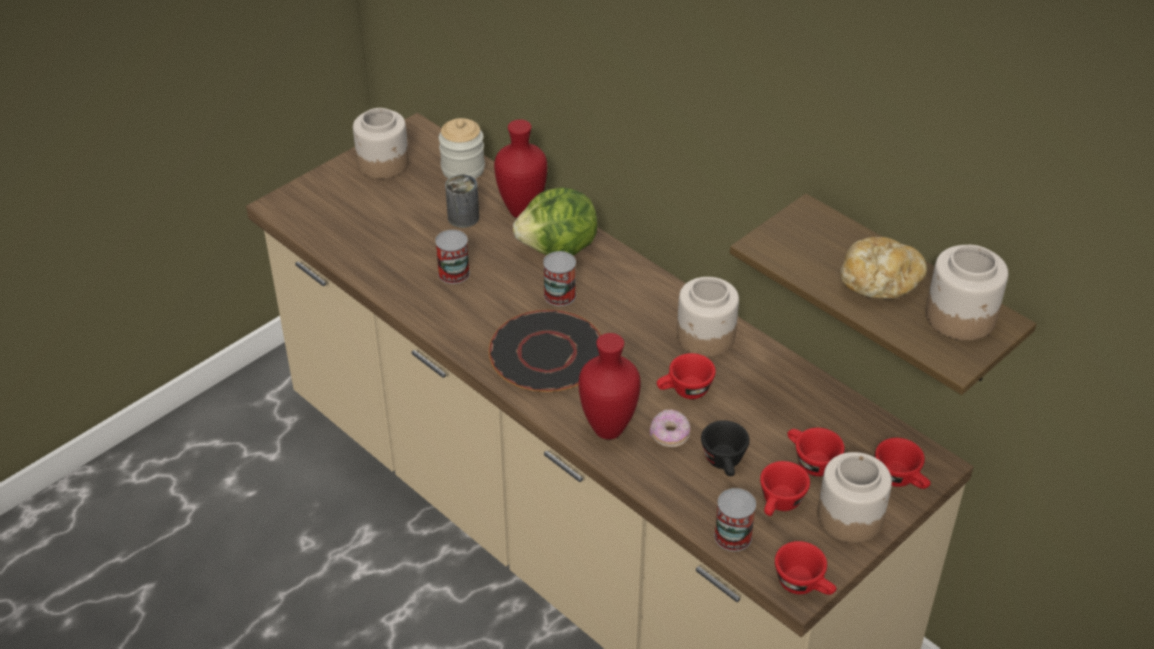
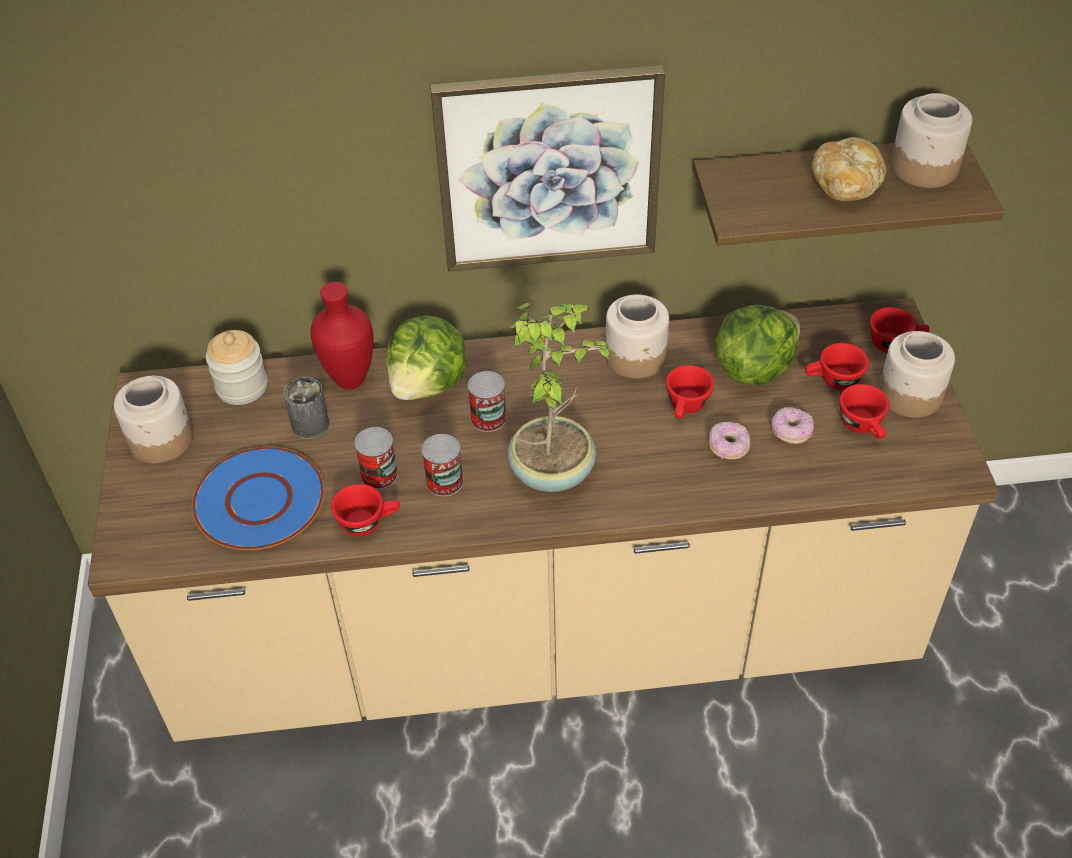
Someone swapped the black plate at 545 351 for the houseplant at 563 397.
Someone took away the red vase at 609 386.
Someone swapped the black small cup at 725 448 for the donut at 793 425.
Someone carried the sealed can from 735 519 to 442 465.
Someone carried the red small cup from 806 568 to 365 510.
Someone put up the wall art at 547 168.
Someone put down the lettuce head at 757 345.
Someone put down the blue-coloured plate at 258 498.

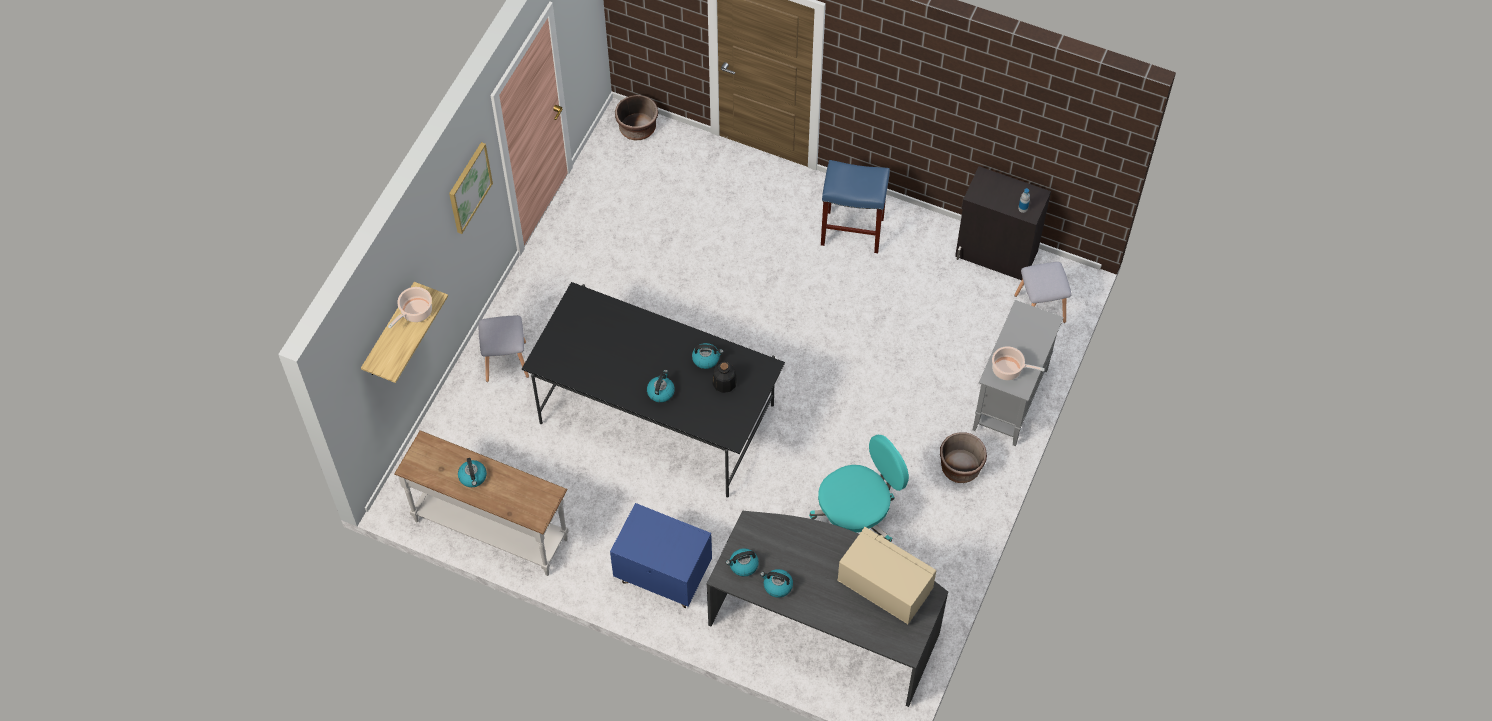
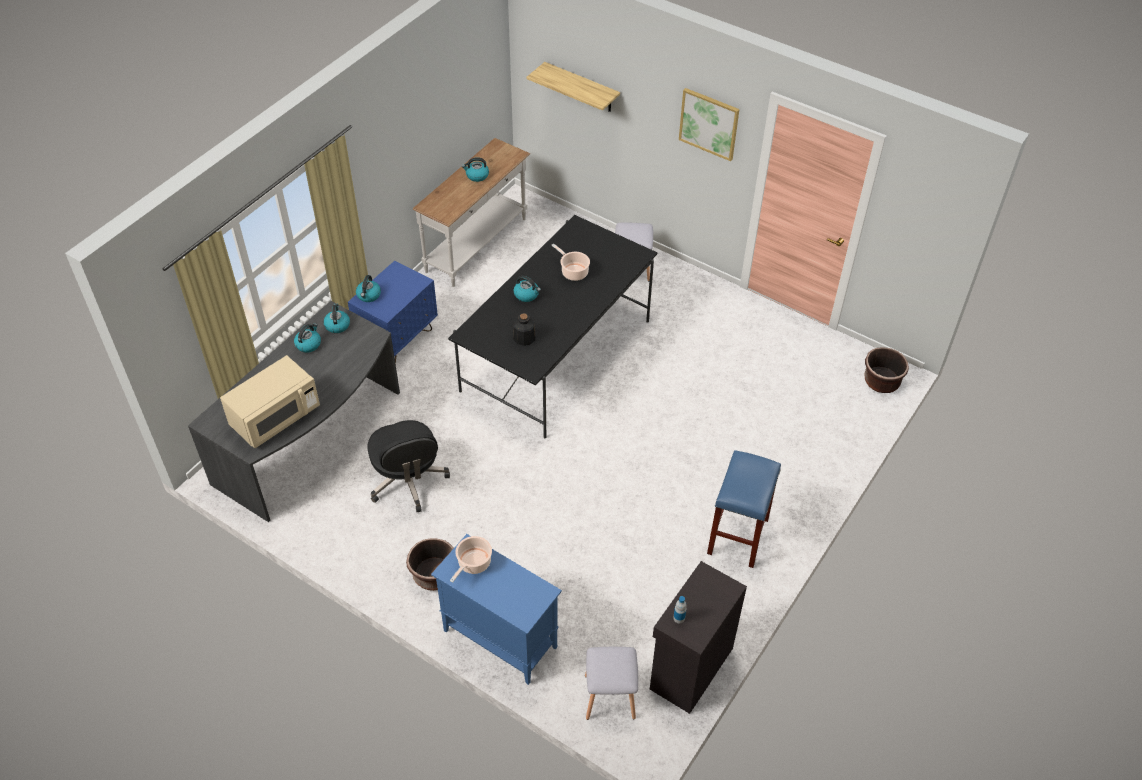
Someone carried the stockpot from 410 308 to 570 262.
Someone repainted the greyish cupboard at 1018 373, which became the blue-coloured cupboard at 496 609.
Someone carried the tea kettle from 708 356 to 368 288.
Someone repainted the blue-green desk chair at 859 488, which became the black desk chair at 409 466.

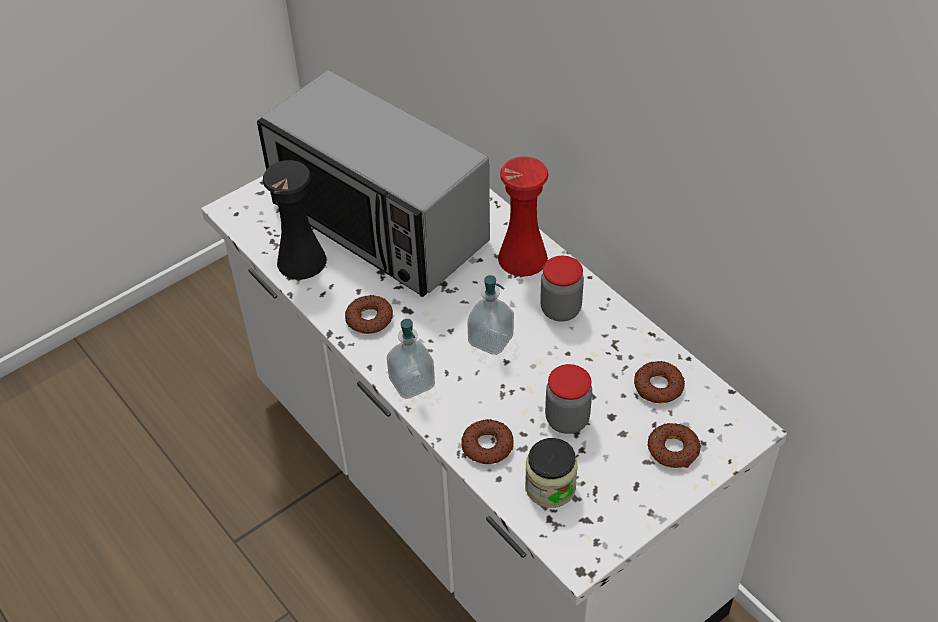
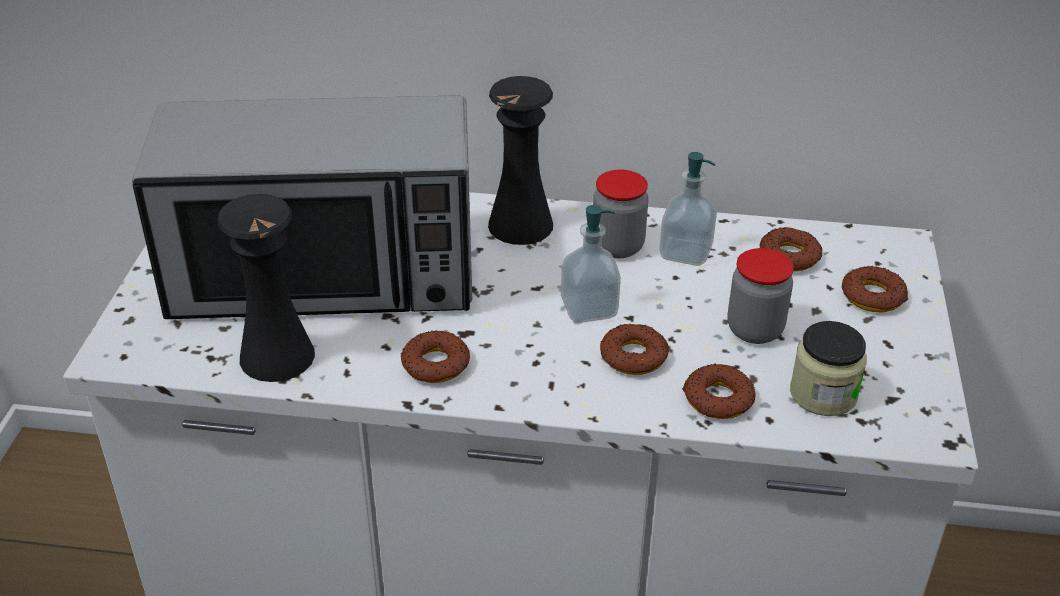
Someone repainted the red vase at 523 217, which became the black vase at 520 160.
Someone carried the soap bottle from 411 359 to 688 209.
Someone put down the donut at 634 349.

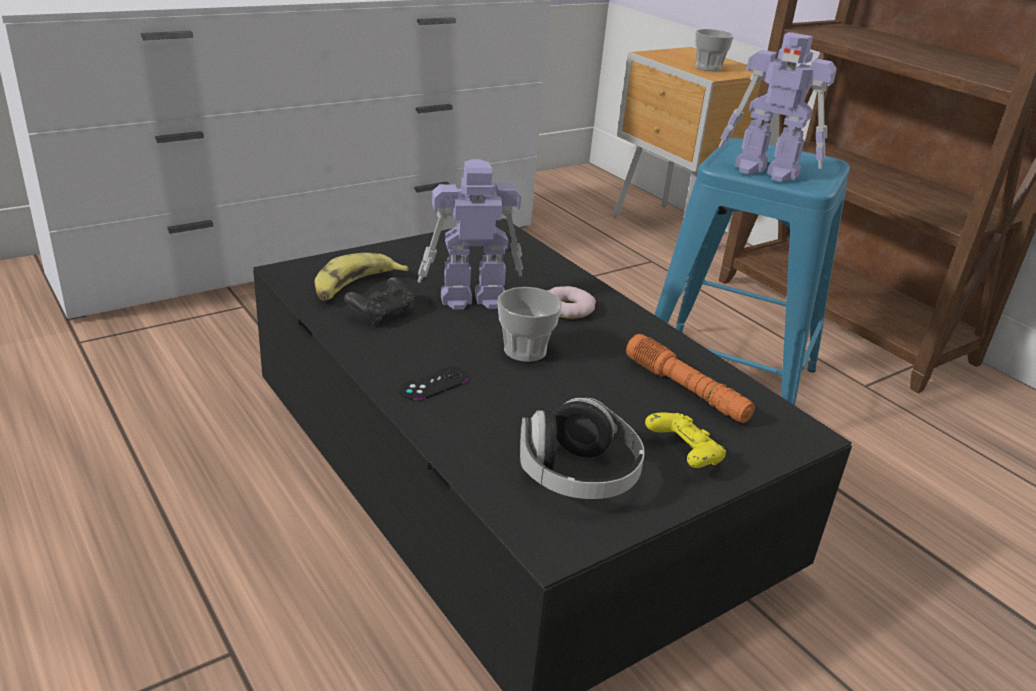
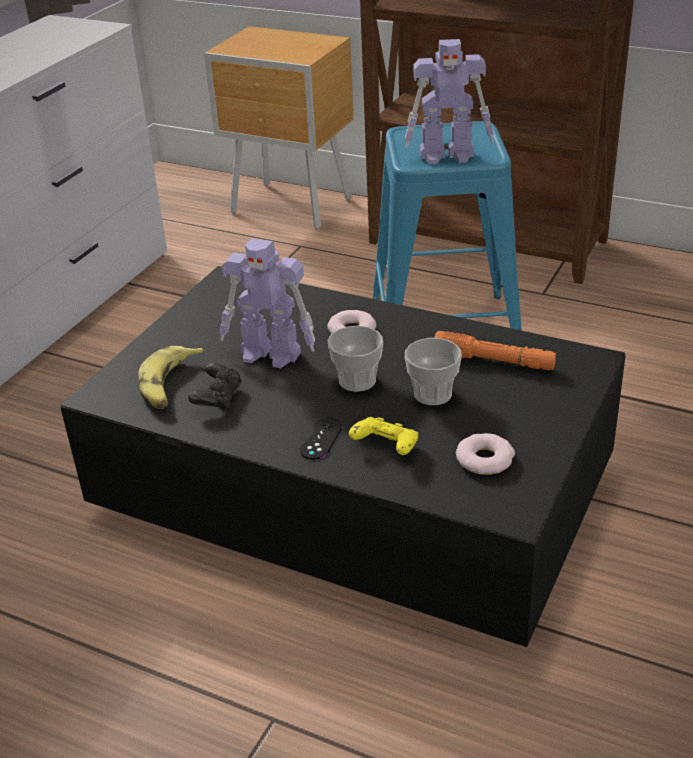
Someone carried the small cup from 714 50 to 433 371.
Someone rotated the robot figure at 470 234 by 120 degrees counterclockwise.
Someone swapped the pair of headphones at 582 448 for the donut at 485 454.
Someone carried the yellowish game controller from 685 440 to 383 436.

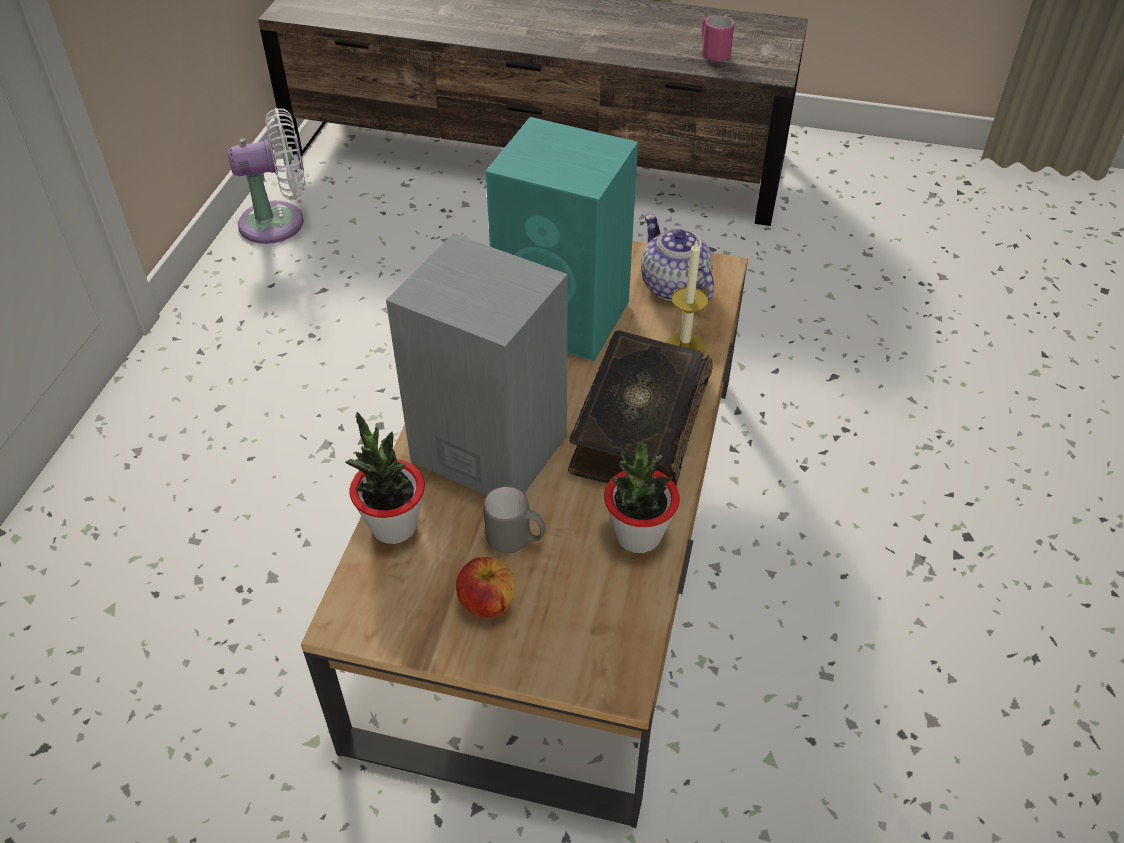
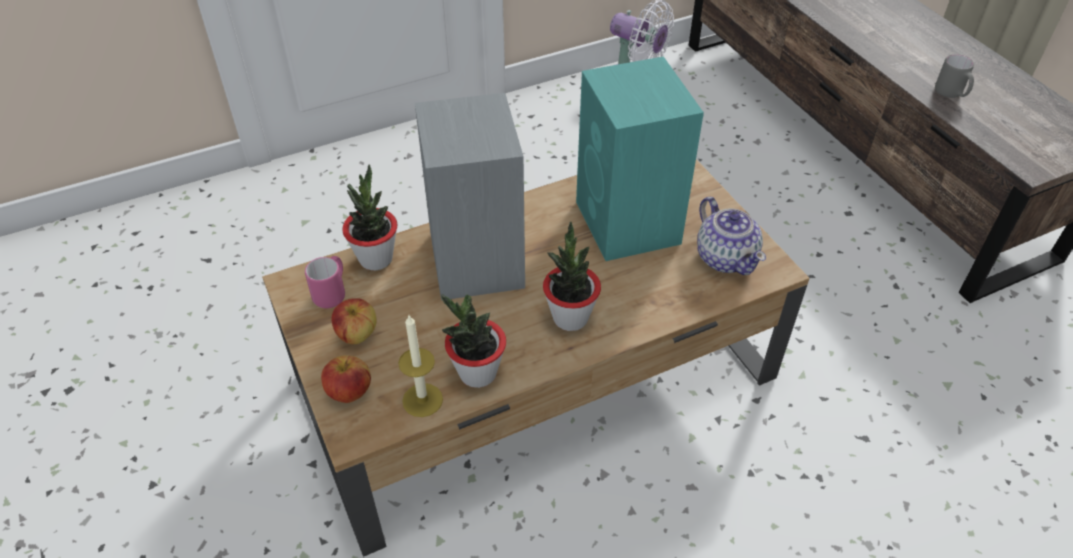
Someone carried the pink-coloured coffee mug from 718 38 to 325 282.
Someone rotated the tea pot at 677 257 by 135 degrees clockwise.
Someone carried the wax light from 686 296 to 420 366.
Someone swapped the volume at 640 408 for the houseplant at 572 276.
Someone carried the greyish coffee mug from 514 519 to 954 76.
Someone put down the apple at 346 379.

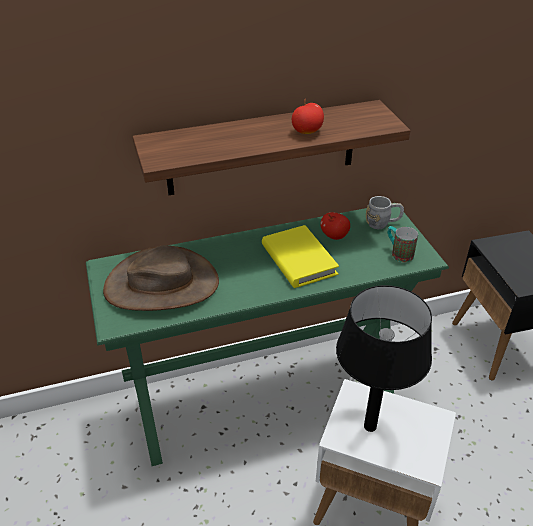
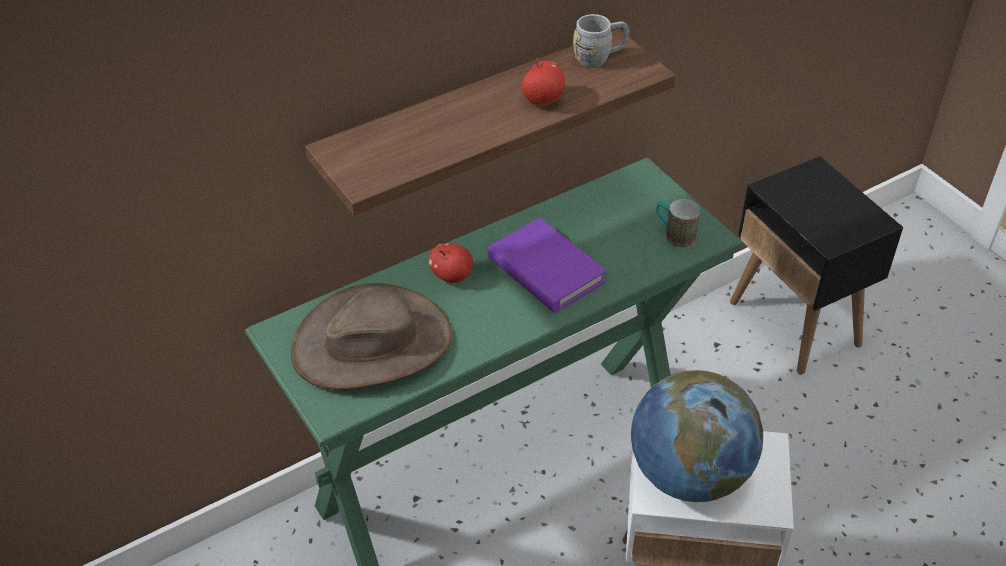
Someone carried the greyish coffee mug from 385 212 to 601 40.
Someone carried the apple from 335 226 to 451 263.
Someone repainted the yellowish volume at 300 256, which became the purplish volume at 547 265.
Someone swapped the black table lamp at 384 358 for the globe at 697 436.

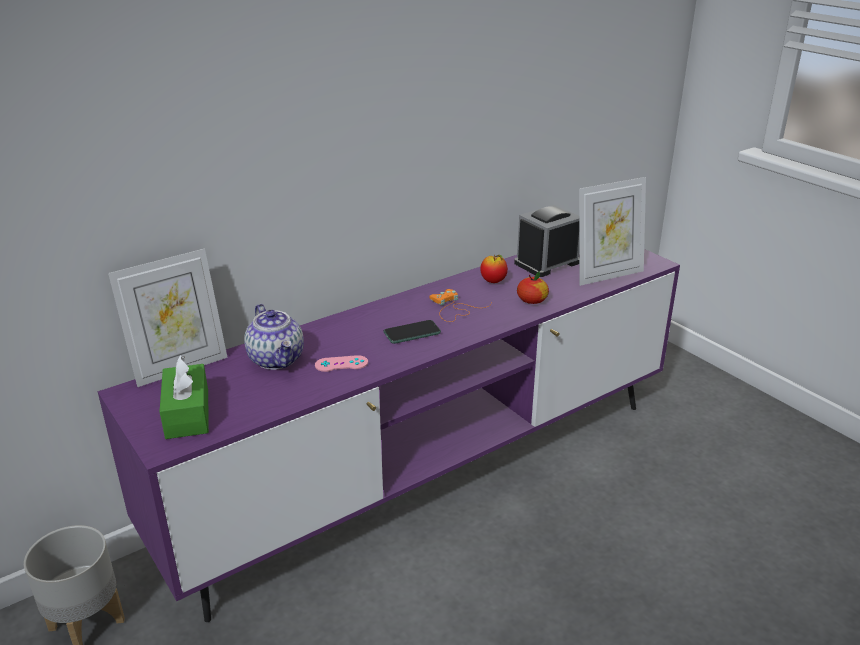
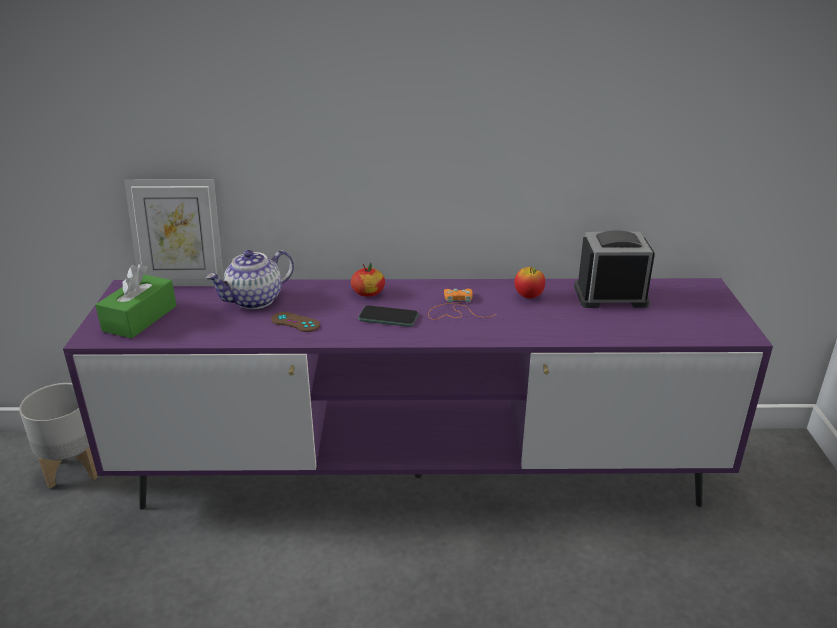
Someone took away the picture frame at 612 231.
Someone carried the apple from 533 287 to 368 280.
Someone rotated the tea pot at 274 337 by 45 degrees clockwise.
Someone repainted the pink-coloured game controller at 341 363, which became the brownish game controller at 295 322.

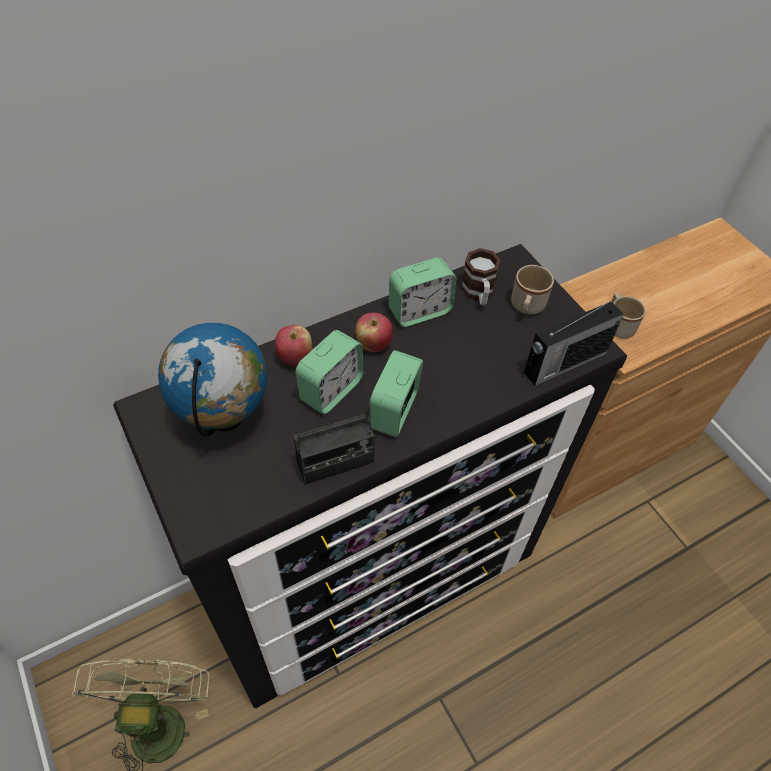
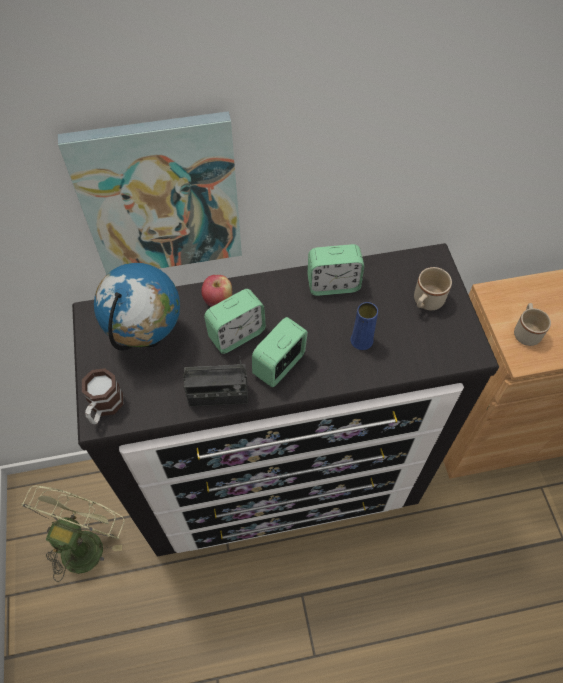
Someone carried the coffee mug from 481 277 to 102 396.
Someone took away the radio set at 574 343.
Someone took away the apple at 374 332.
Someone put up the wall art at 150 193.
Someone put down the blue-coloured vase at 364 326.

